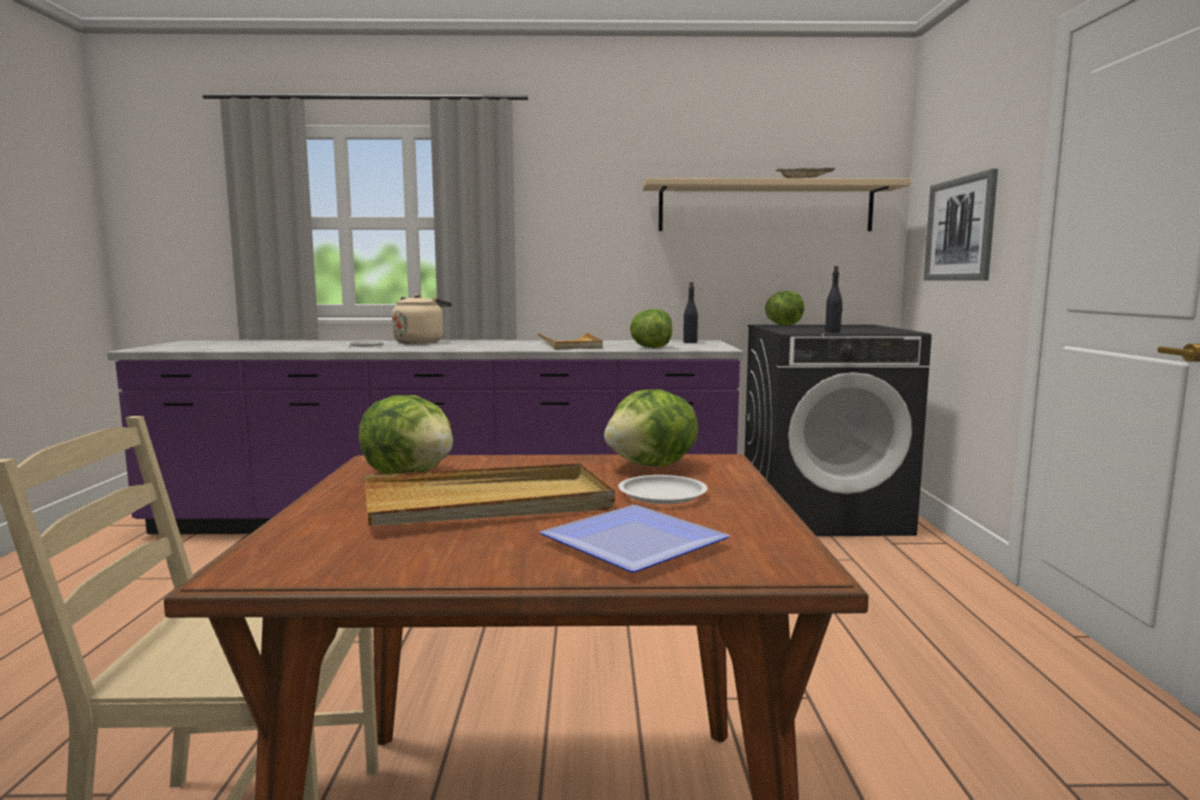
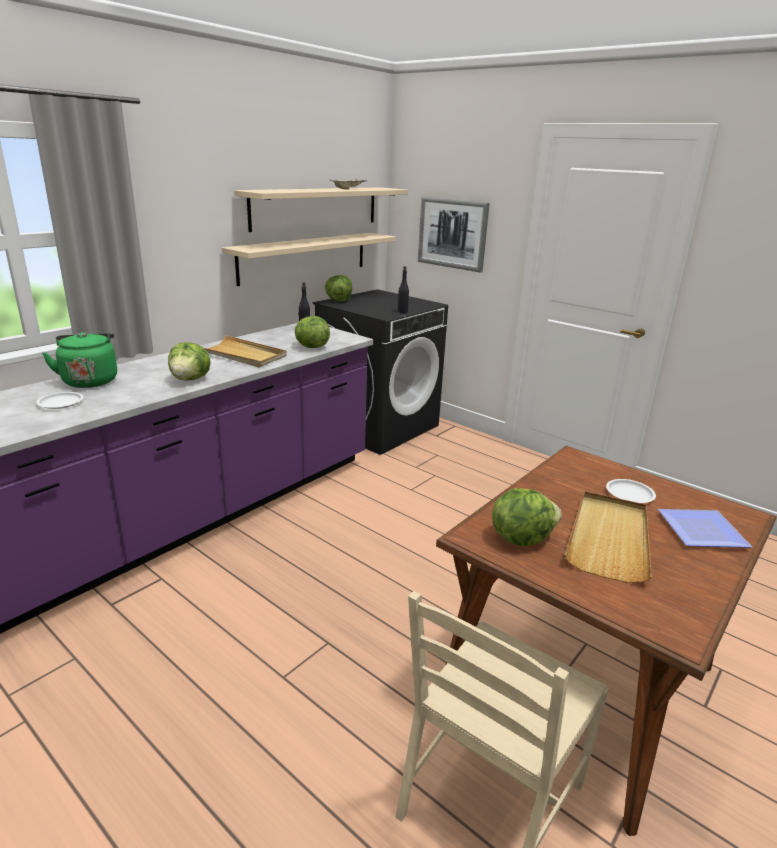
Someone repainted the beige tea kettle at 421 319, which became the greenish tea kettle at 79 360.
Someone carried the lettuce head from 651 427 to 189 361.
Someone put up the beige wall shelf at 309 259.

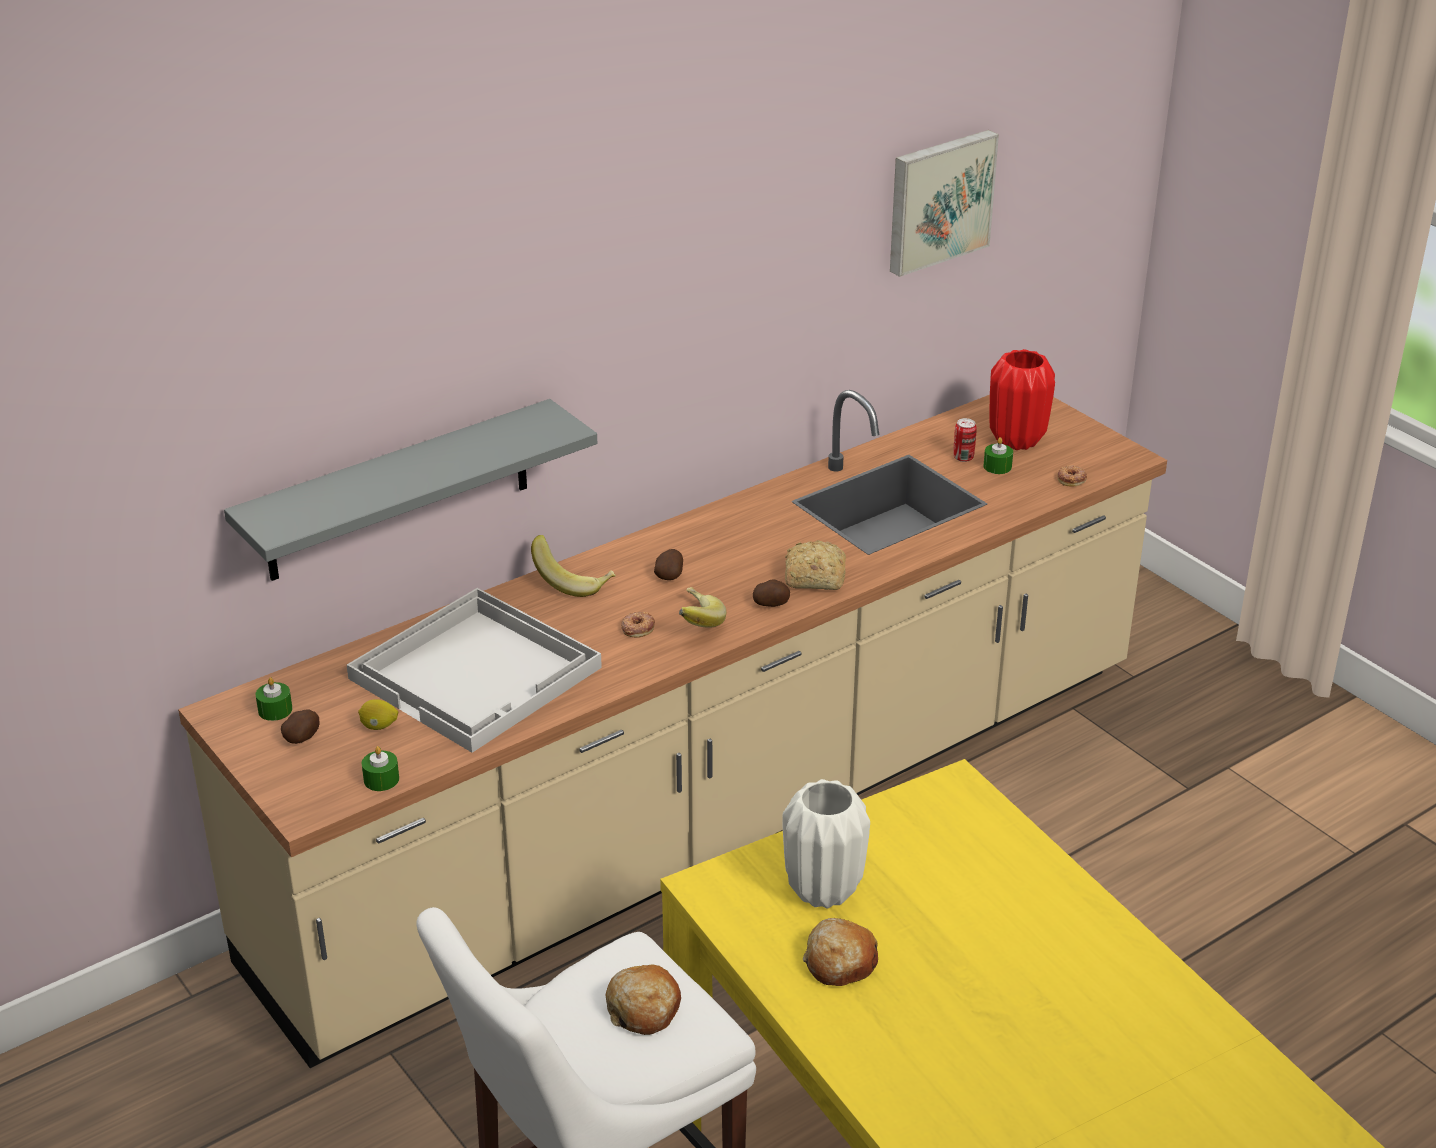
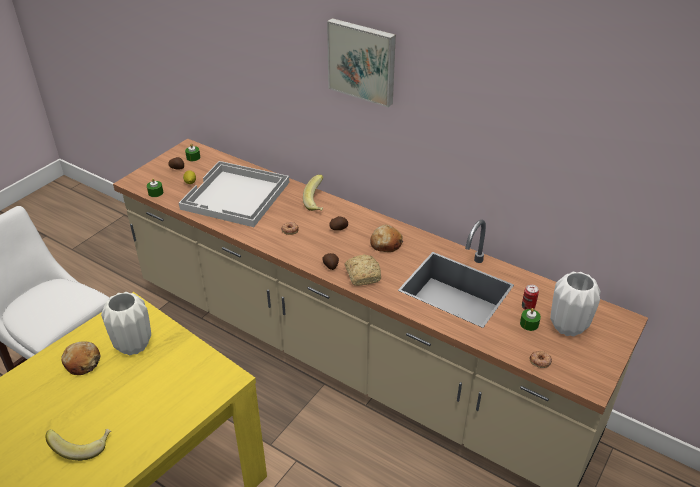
Someone carried the wall art from 944 203 to 361 62.
Someone repainted the red vase at 1022 399, which became the white-coloured vase at 575 304.
Someone took away the greyish wall shelf at 410 490.
Someone carried the banana fruit from 703 607 to 78 445.
Someone carried the bakery bread from 643 999 to 387 238.

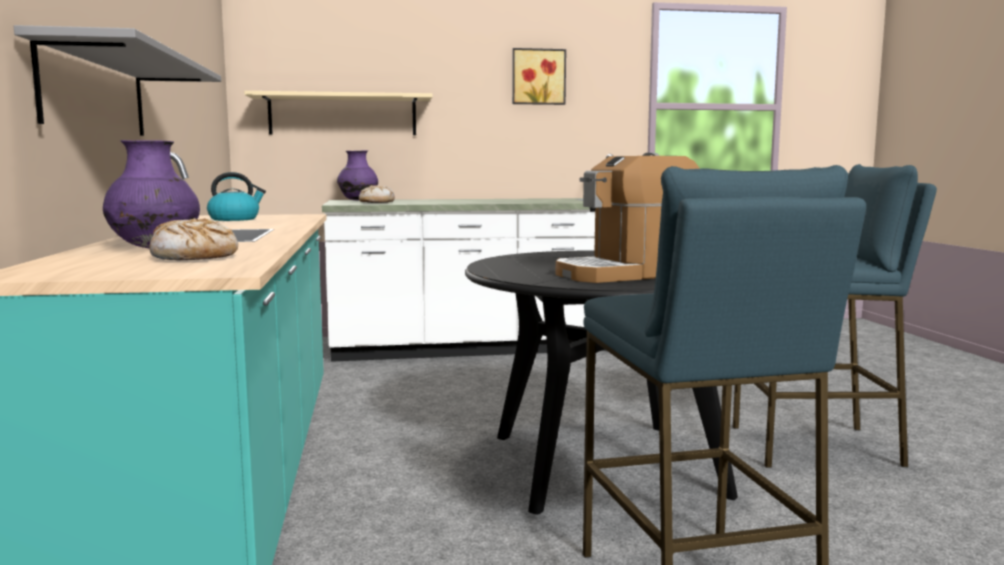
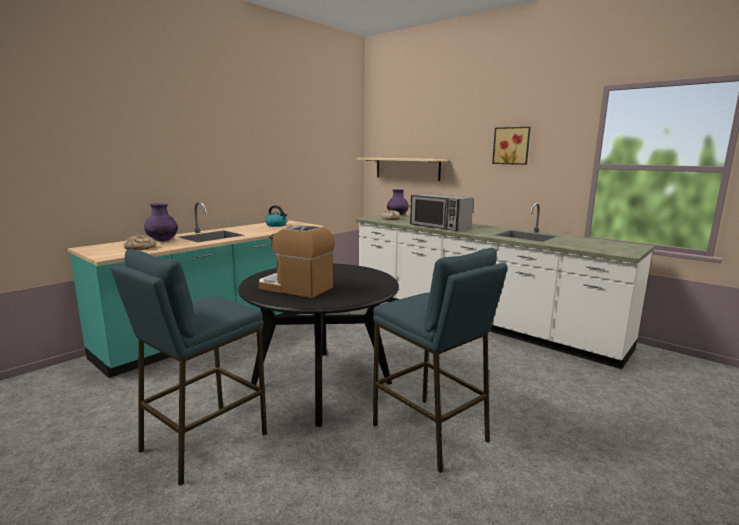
Someone took away the greyish wall shelf at 117 80.
Someone put down the microwave oven at 441 212.

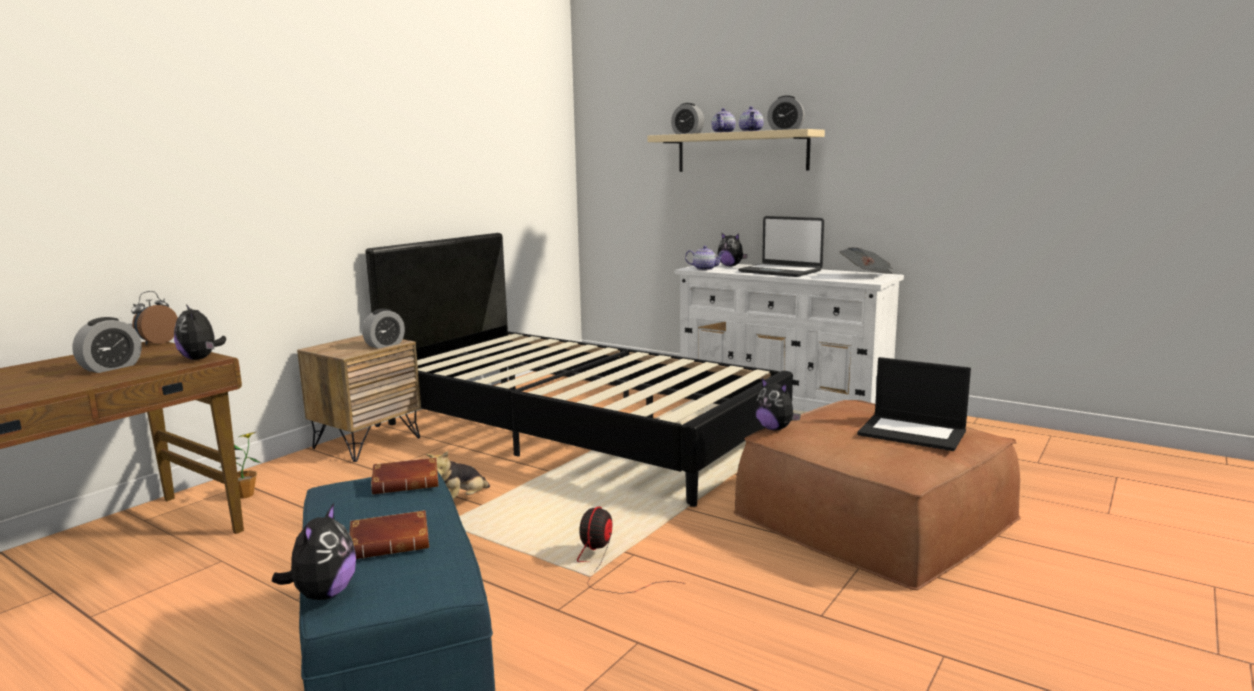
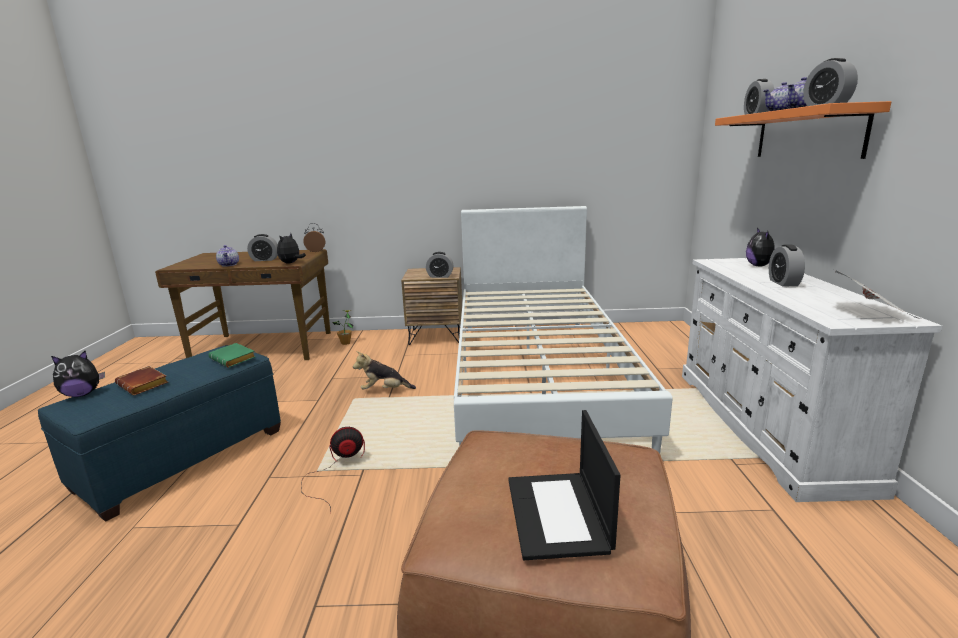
Someone repainted the beige wall shelf at 736 150, which became the orange wall shelf at 803 130.
Someone swapped the portable computer at 781 246 for the alarm clock at 787 265.
Someone repainted the black sleeping bed at 579 370, which became the white-coloured sleeping bed at 563 330.
Someone carried the tea pot from 705 258 to 227 256.
Someone took away the plush toy at 778 404.
Someone repainted the brownish volume at 404 475, which became the greenish volume at 232 355.

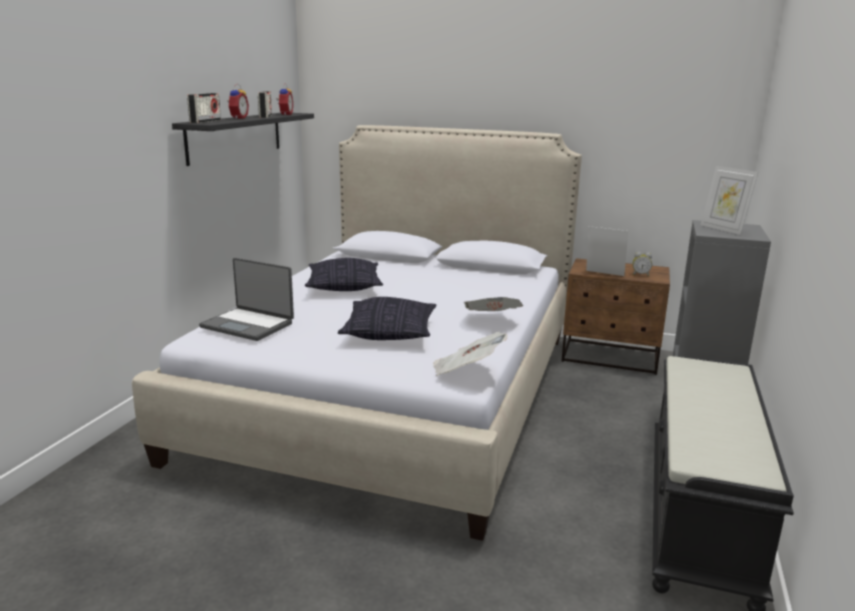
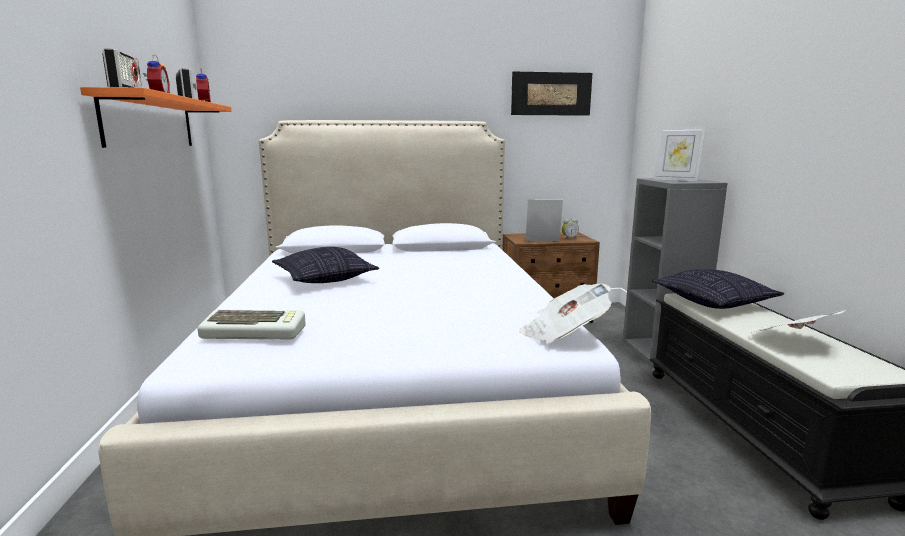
Someone repainted the black wall shelf at 243 139, which became the orange wall shelf at 156 117.
Someone swapped the portable computer at 246 299 for the keyboard at 251 324.
Someone carried the cushion from 387 318 to 718 289.
Someone carried the printed paper from 493 304 to 798 321.
Someone put up the wall art at 551 94.

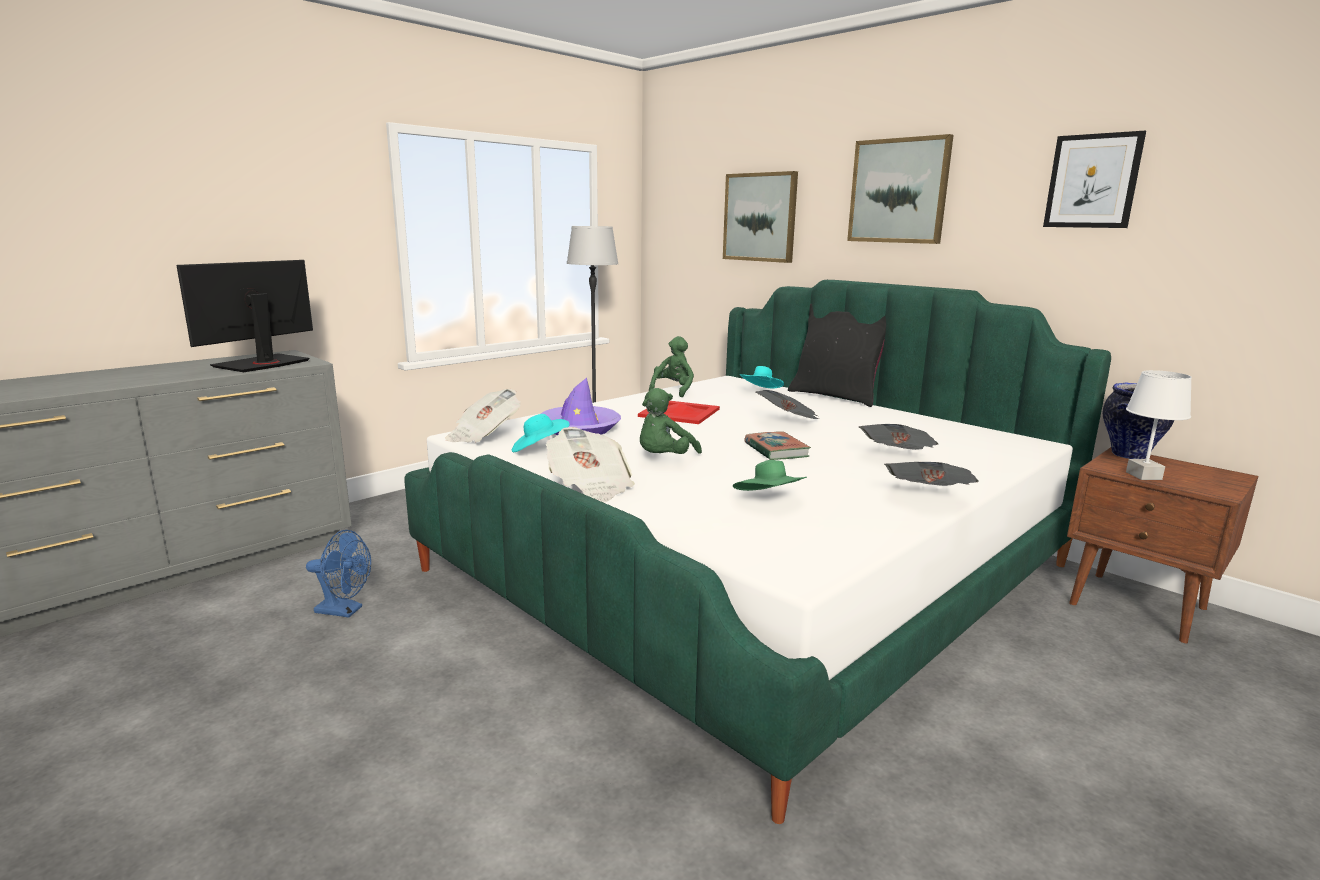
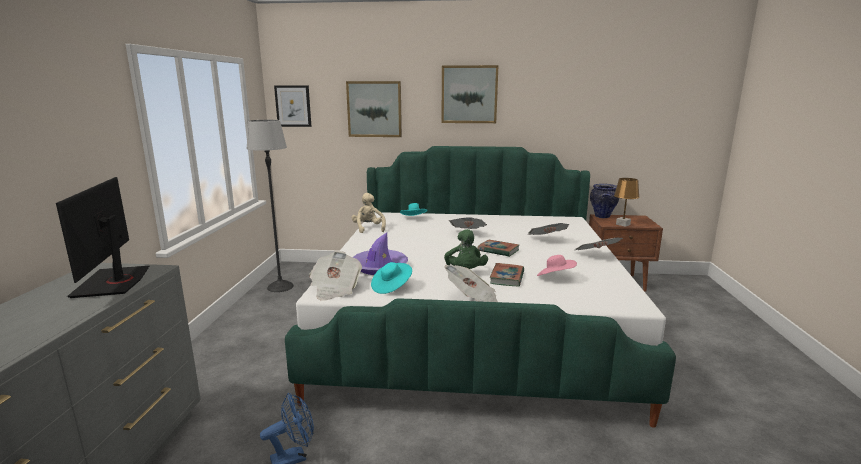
Someone carried the wall art from 1094 179 to 293 106.
Someone took away the black cushion at 837 355.
Someone repainted the greenish plush toy at 671 366, which became the beige plush toy at 368 213.
Someone repainted the white-coloured table lamp at 1159 425, which became the brownish table lamp at 627 202.
Someone took away the red carrying tray at 679 412.
Someone repainted the greenish wearable hat at 770 475, which became the pink-coloured wearable hat at 557 265.
Someone put down the volume at 507 275.

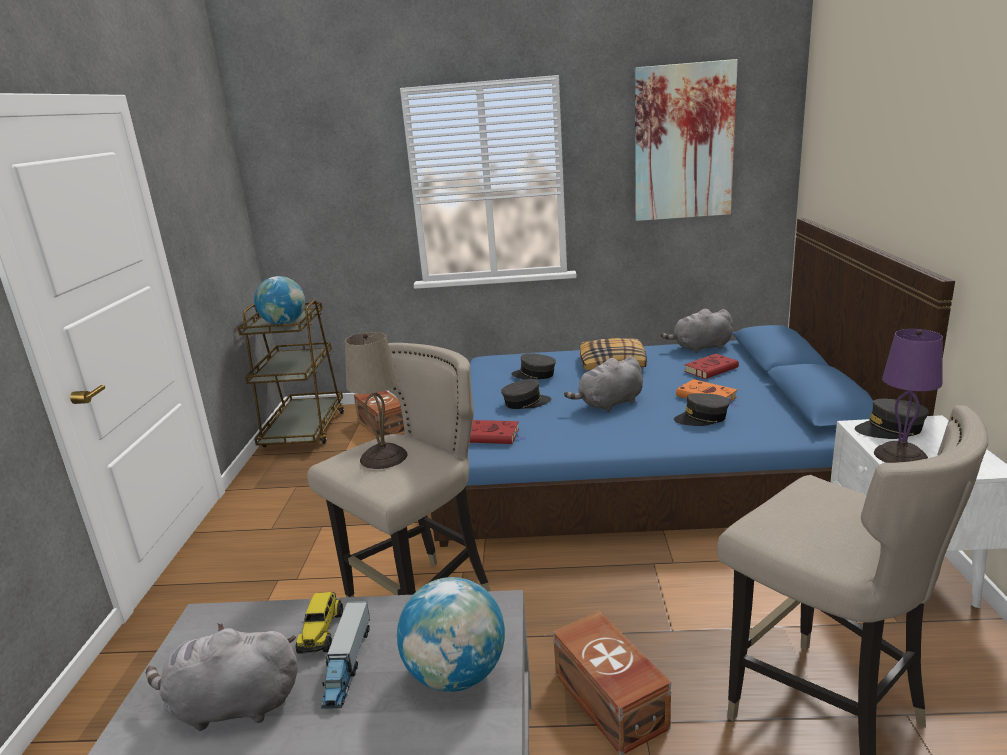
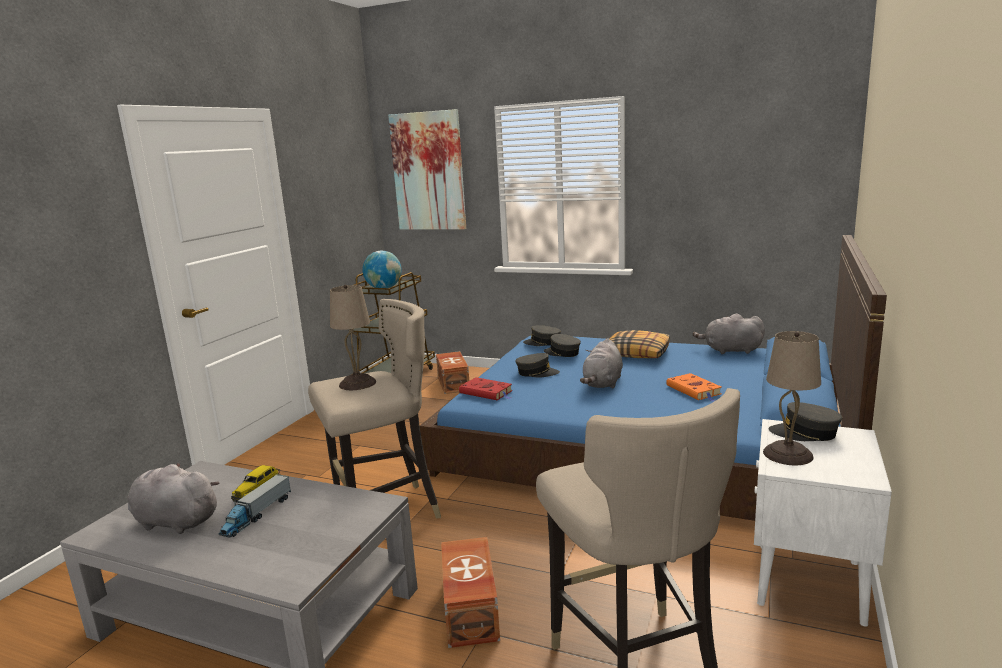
Someone carried the wall art from 686 140 to 427 169.
Someone repainted the purplish table lamp at 908 396, which became the beige table lamp at 792 398.
Someone took away the red volume at 711 366.
Someone rotated the greyish plush toy at 603 384 by 60 degrees counterclockwise.
Someone carried the greyish peaked cap from 702 409 to 542 335.
Someone took away the globe at 451 634.

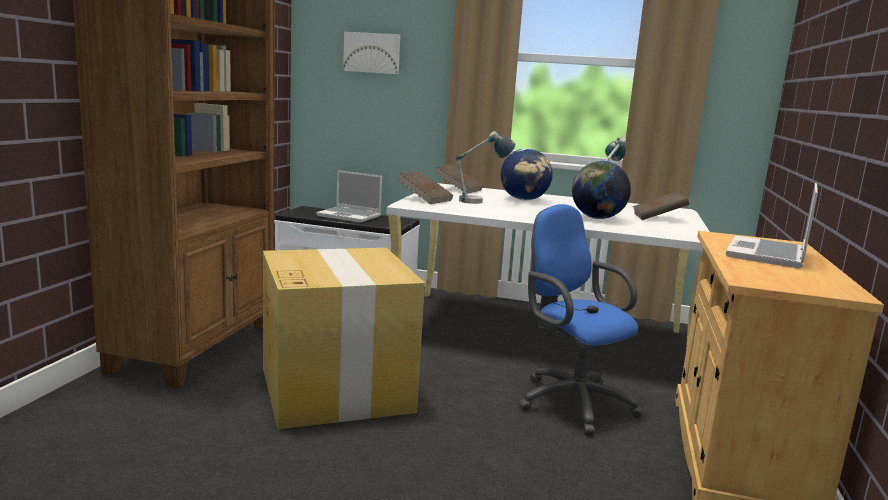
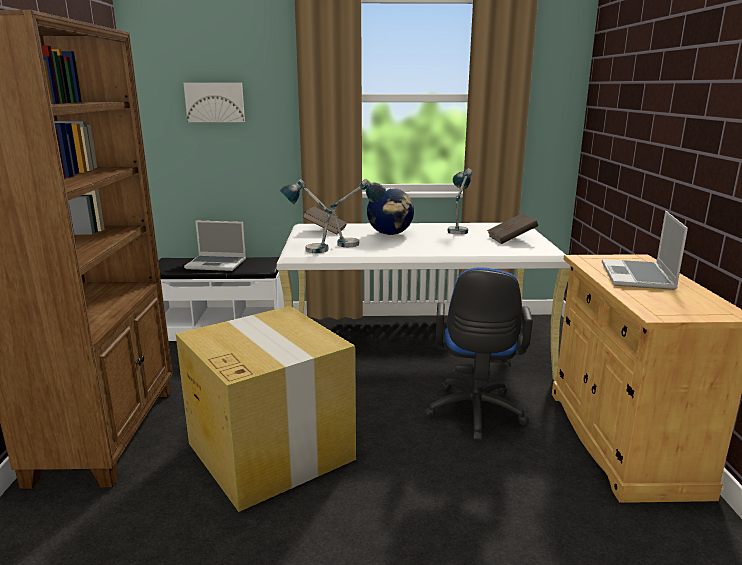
Someone took away the globe at 601 190.
Someone swapped the brownish volume at 425 187 for the table lamp at 306 216.
Someone rotated the blue-coloured desk chair at 581 320 by 120 degrees counterclockwise.

